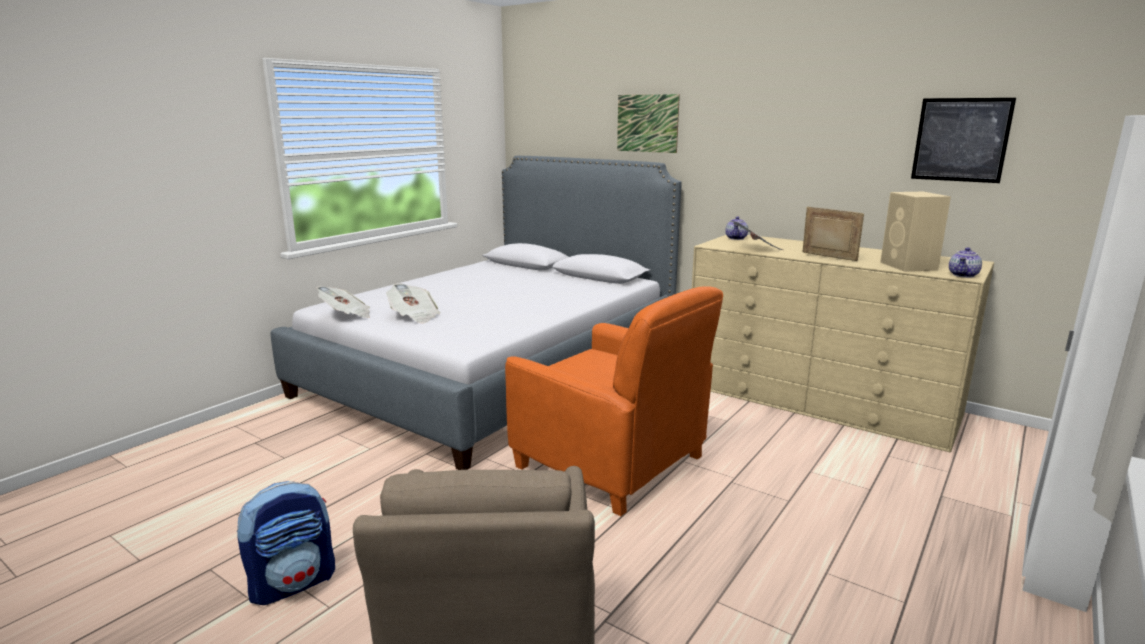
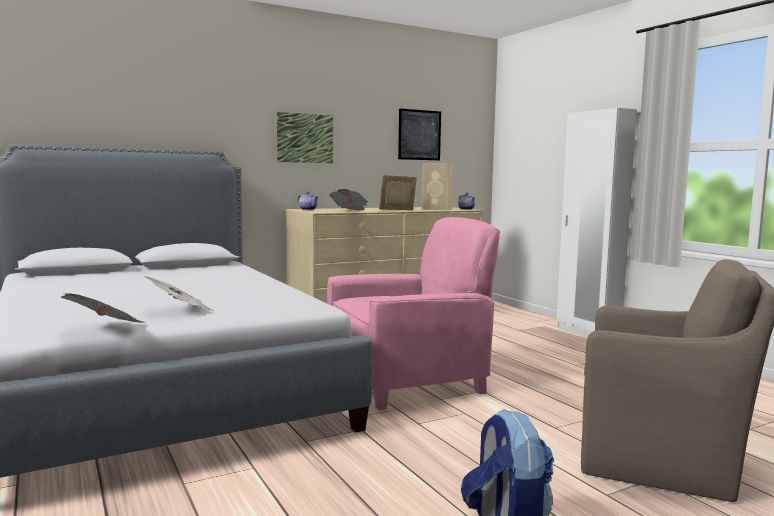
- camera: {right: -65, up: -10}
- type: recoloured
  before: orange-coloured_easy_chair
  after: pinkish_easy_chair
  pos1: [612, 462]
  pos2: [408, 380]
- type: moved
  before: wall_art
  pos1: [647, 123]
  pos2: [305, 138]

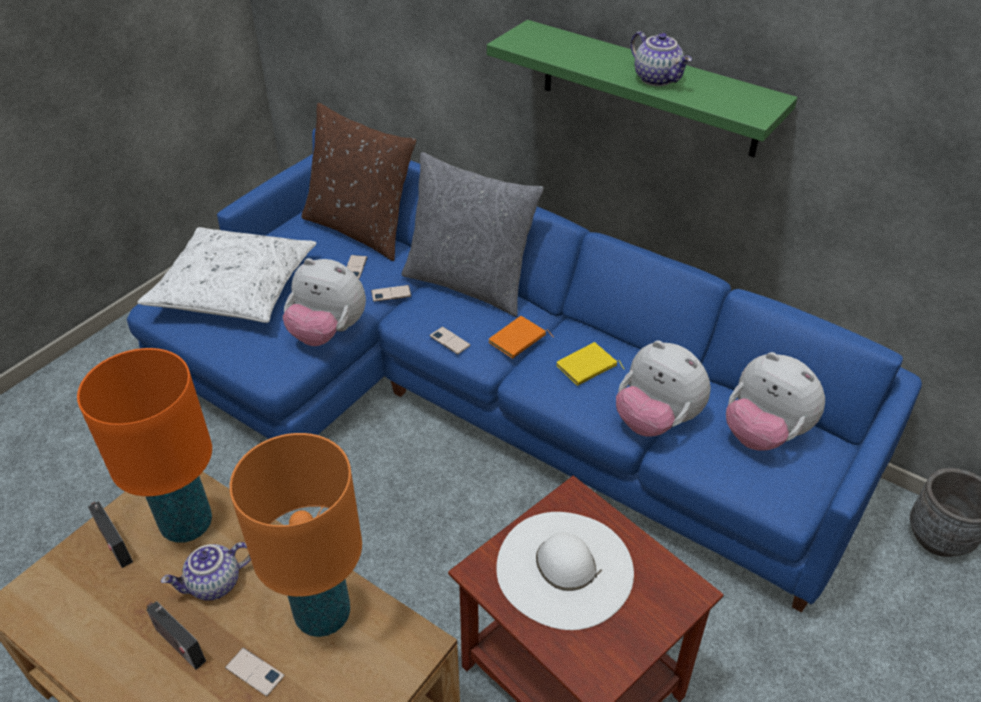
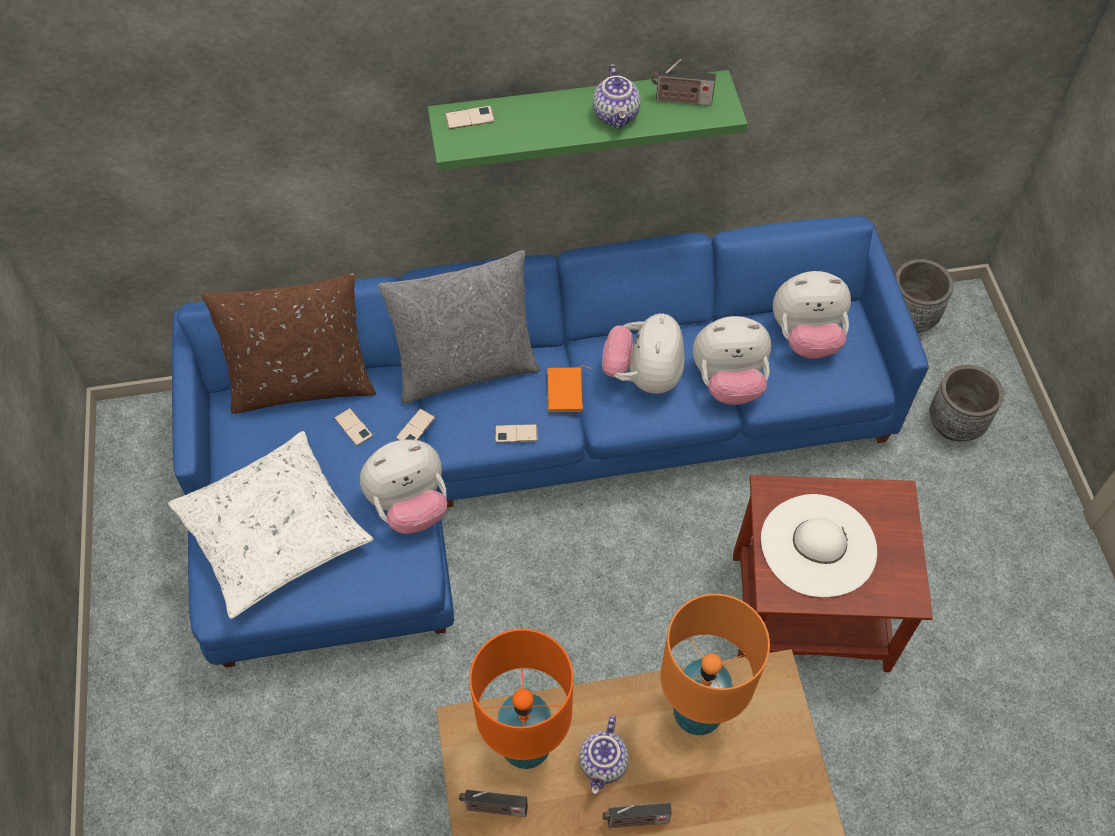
- camera: {right: -45, up: 15}
- type: moved
  before: handset
  pos1: [255, 672]
  pos2: [469, 118]
- type: replaced
  before: yellow-coloured_book
  after: plush_toy
  pos1: [587, 367]
  pos2: [643, 376]
- type: turned
  before: pot_for_tea
  pos1: [658, 79]
  pos2: [617, 115]
  turn: 75
- type: added
  after: radio_receiver
  pos2: [680, 100]
- type: added
  after: grey_plant_pot
  pos2: [955, 424]

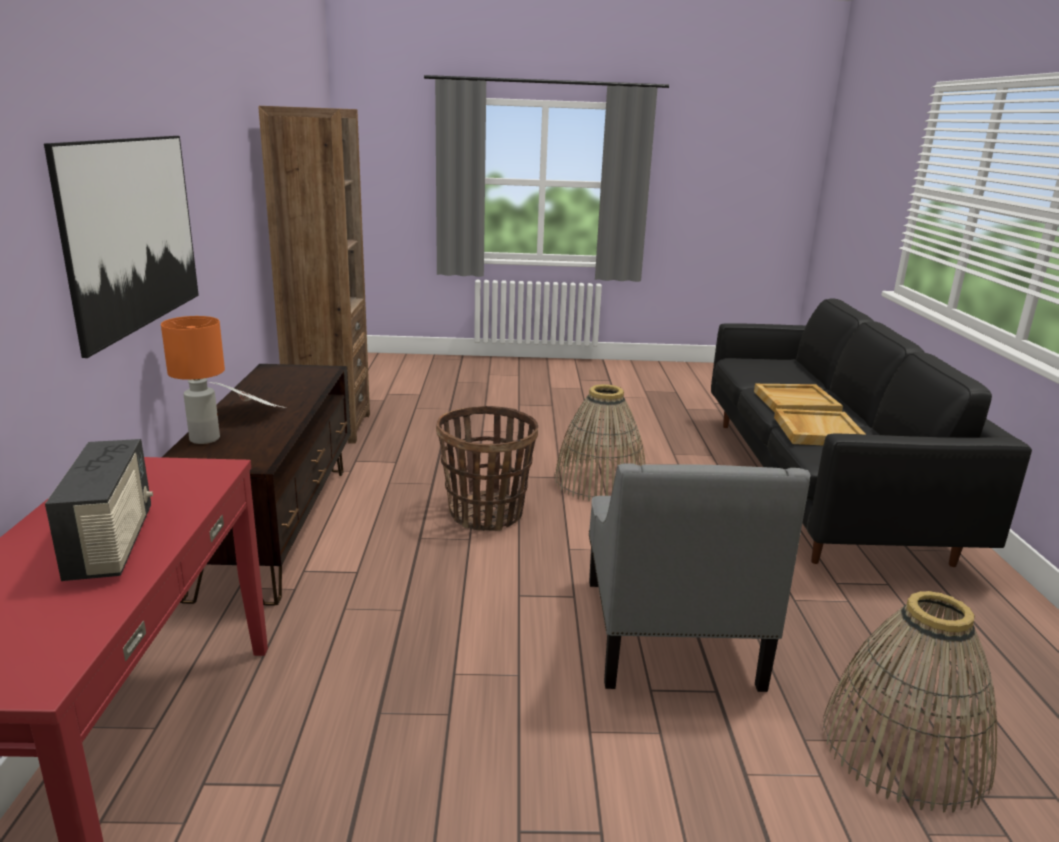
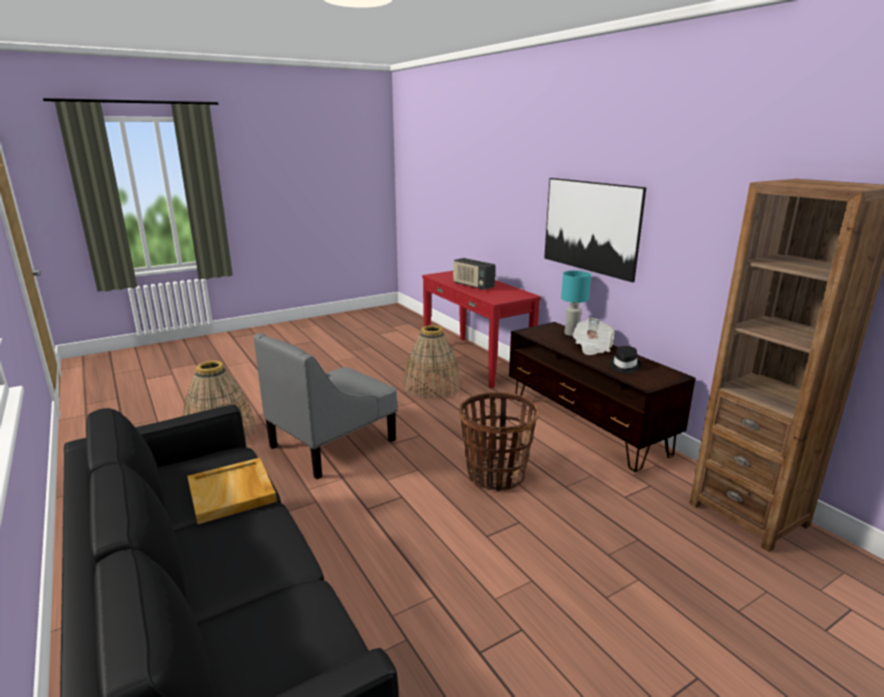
- camera: {right: 150, up: 0}
- type: recoloured
  before: orange-coloured_lamp_for_a_table
  after: turquoise-coloured_lamp_for_a_table
  pos1: [204, 439]
  pos2: [572, 333]
- type: moved
  before: household_basket
  pos1: [599, 482]
  pos2: [432, 386]
- type: turned
  before: grey_easy_chair
  pos1: [668, 631]
  pos2: [333, 443]
  turn: -105
- type: removed
  before: beige-coloured_carrying_tray
  pos1: [796, 402]
- type: added
  after: blackish_wearable_hat
  pos2: [624, 366]

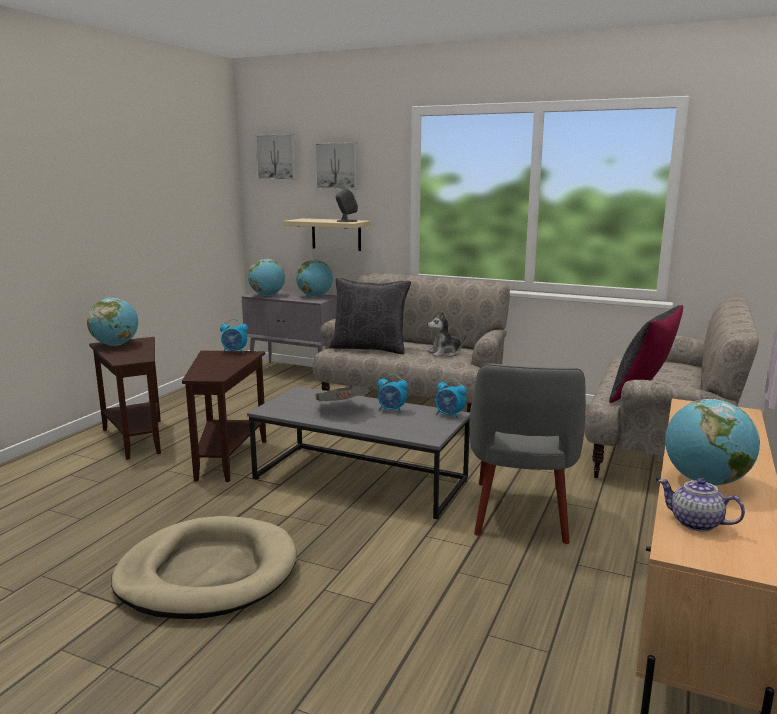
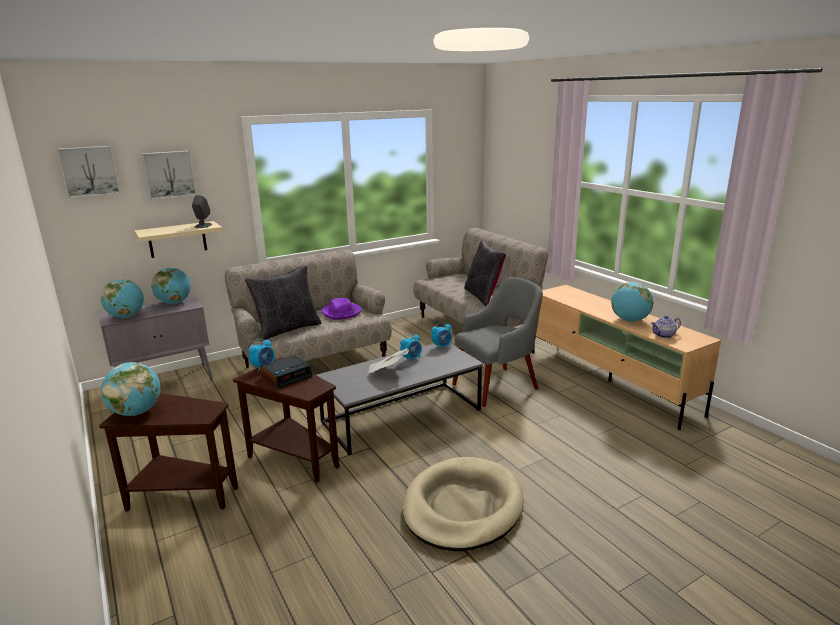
- camera: {right: -55, up: 5}
- type: replaced
  before: plush_toy
  after: purple_wearable_hat
  pos1: [445, 353]
  pos2: [342, 313]
- type: turned
  before: grey_easy_chair
  pos1: [520, 513]
  pos2: [497, 385]
  turn: -75
- type: added
  after: table_clock
  pos2: [286, 376]

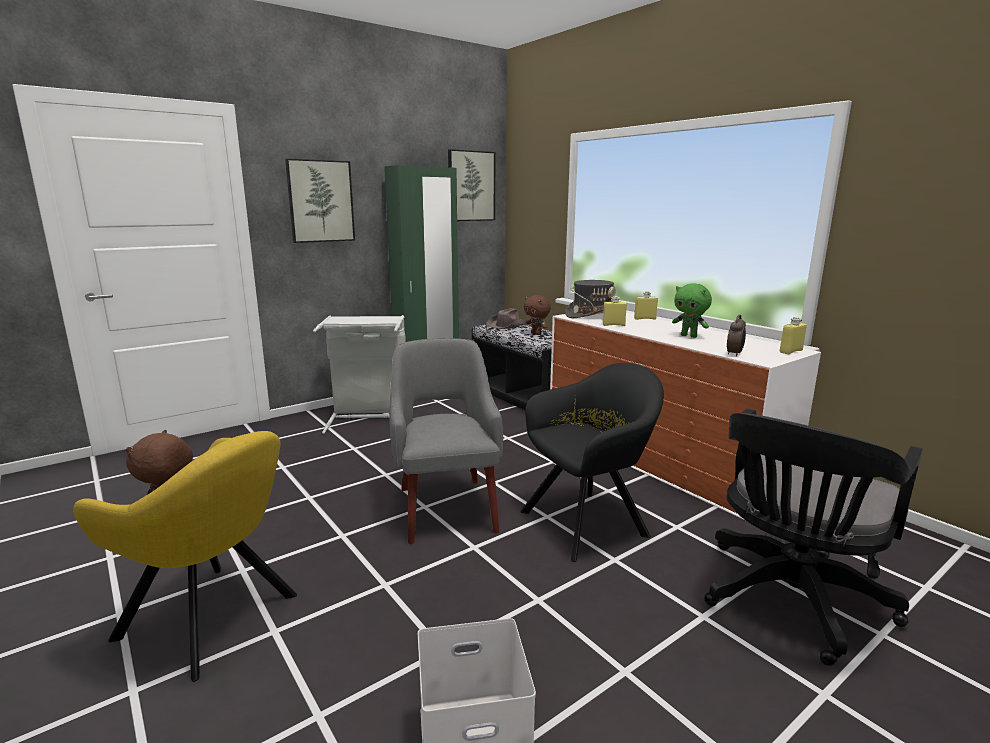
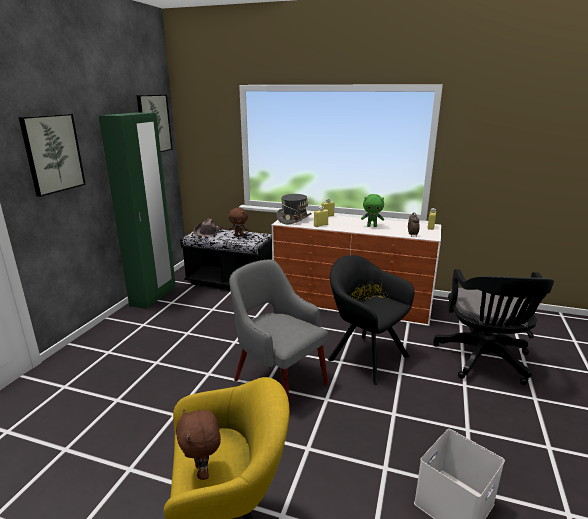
- camera: {right: -35, up: 5}
- type: removed
  before: grey_laundry_basket
  pos1: [369, 418]
- type: turned
  before: blackish_easy_chair
  pos1: [589, 522]
  pos2: [364, 356]
  turn: -75

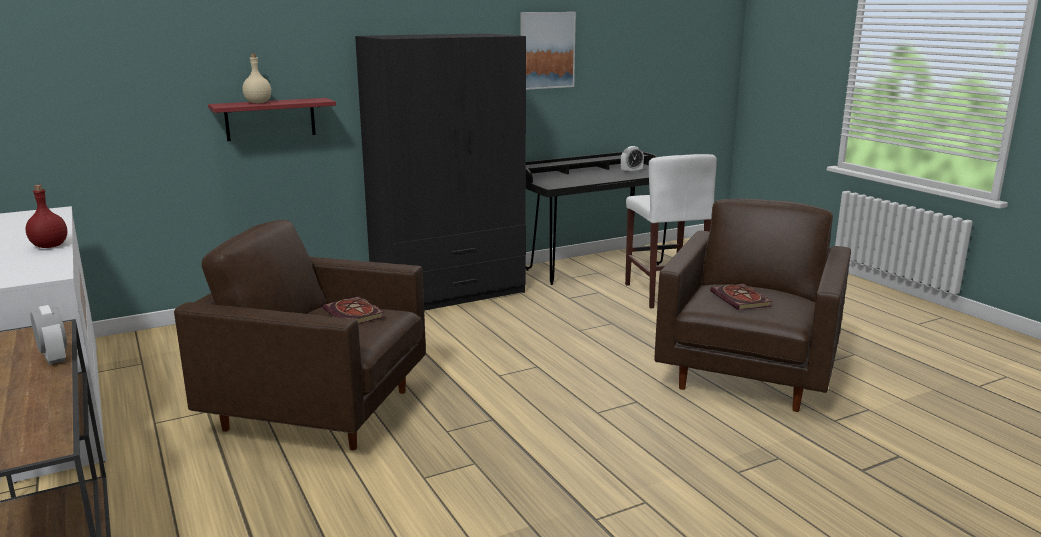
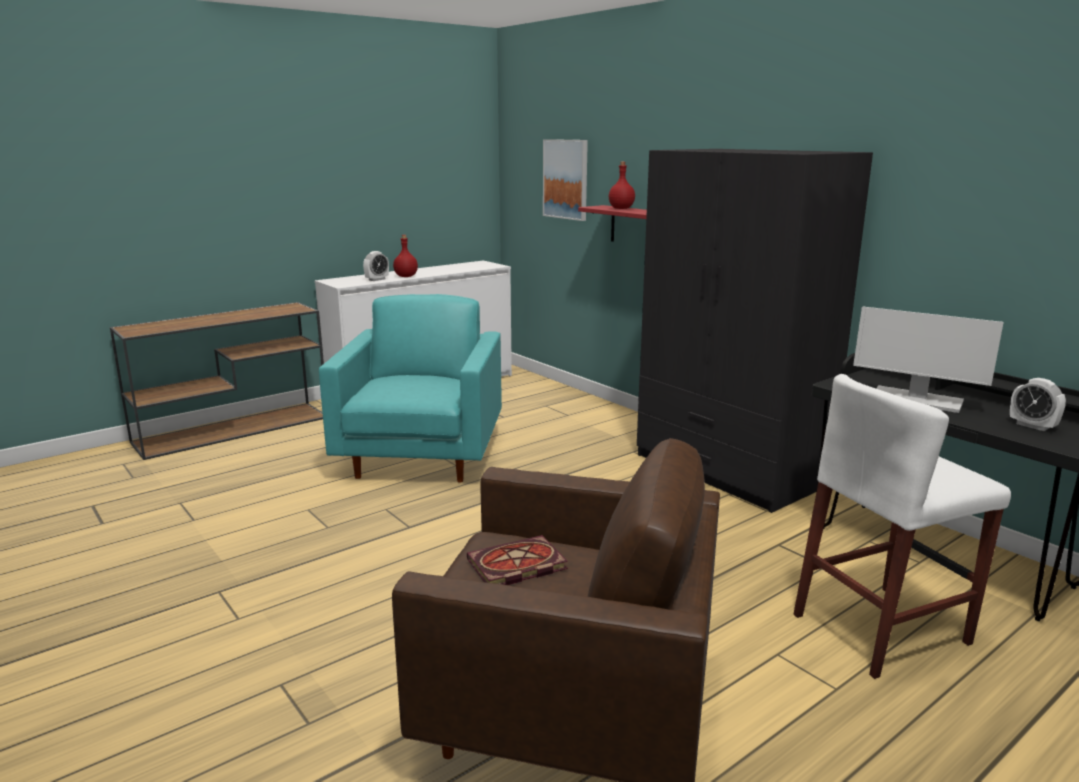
- camera: {right: 80, up: 0}
- type: moved
  before: table_clock
  pos1: [54, 358]
  pos2: [377, 279]
- type: recoloured
  before: brownish_easy_chair
  after: turquoise-coloured_easy_chair
  pos1: [320, 410]
  pos2: [422, 457]
- type: recoloured
  before: beige-coloured_drink_bottle
  after: reddish_drink_bottle
  pos1: [258, 102]
  pos2: [621, 208]
- type: removed
  before: book
  pos1: [355, 314]
- type: moved
  before: wall_art
  pos1: [546, 50]
  pos2: [566, 179]
- type: added
  after: monitor
  pos2: [915, 400]

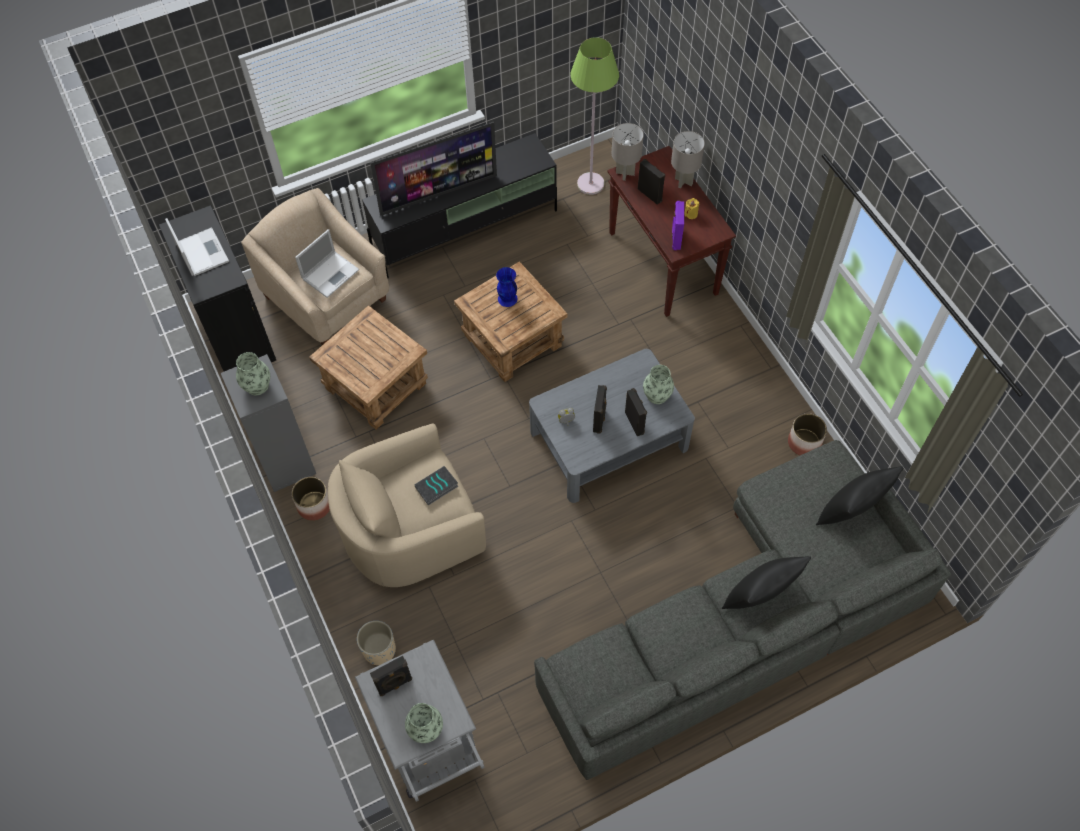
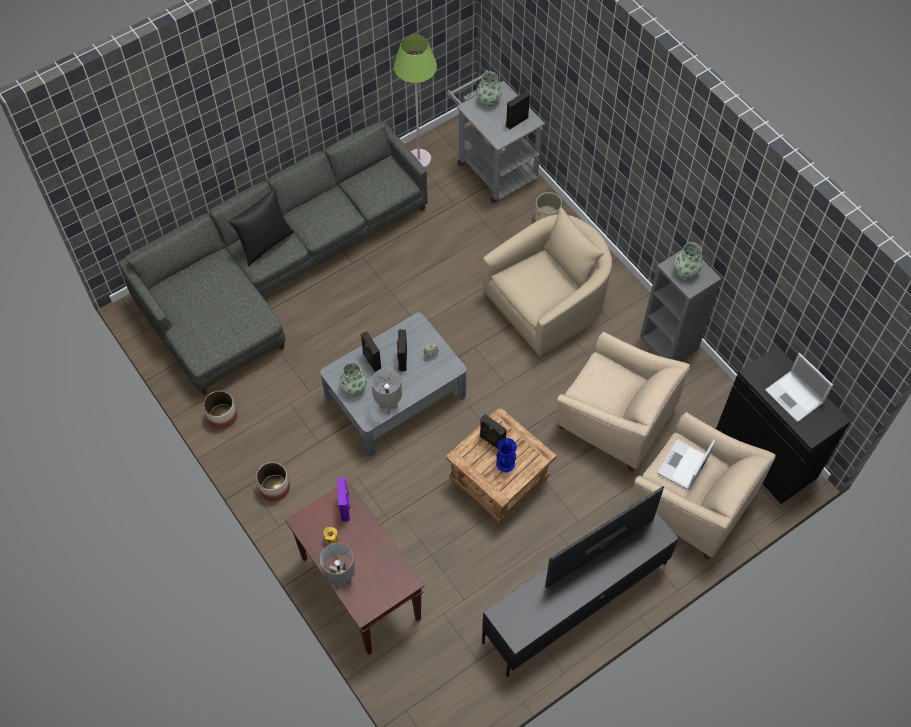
- camera: {right: 170, up: 0}
- type: moved
  before: plant_pot
  pos1: [315, 505]
  pos2: [274, 487]
- type: replaced
  before: brownish_accent_table
  after: beige-coloured_easy_chair
  pos1: [376, 385]
  pos2: [615, 419]
- type: removed
  before: book
  pos1: [436, 488]
- type: moved
  before: greenish_standing_lamp
  pos1: [590, 184]
  pos2: [419, 159]
- type: moved
  before: grey_lamp_for_a_table
  pos1: [625, 173]
  pos2: [389, 407]
- type: moved
  before: blackish_audio_speaker
  pos1: [650, 194]
  pos2: [491, 442]
- type: removed
  before: blackish_pillow
  pos1: [851, 511]

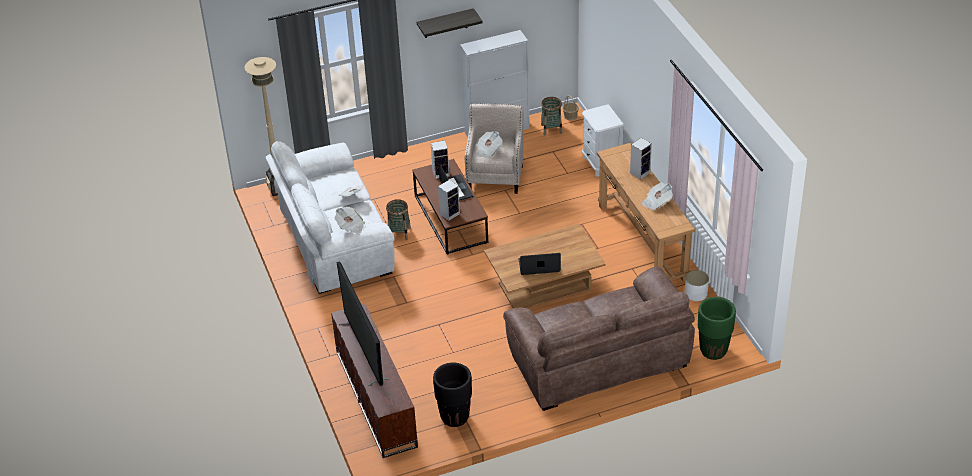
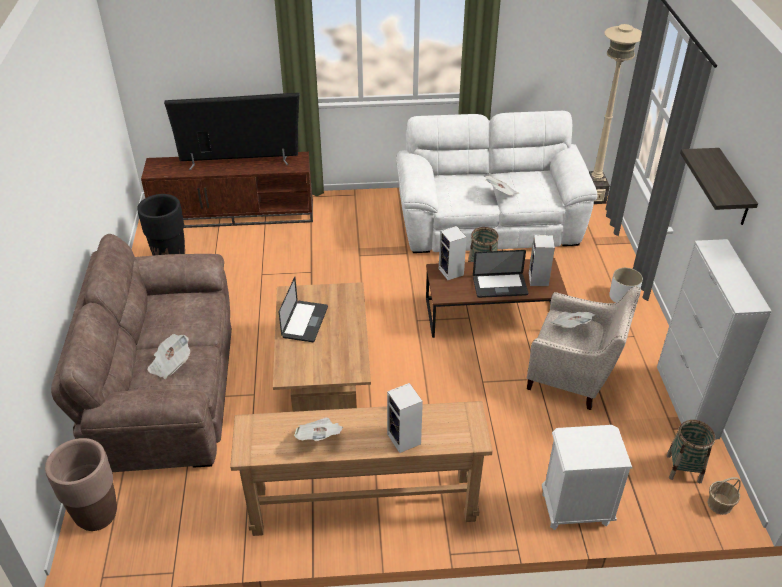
- camera: {right: 105, up: 0}
- type: moved
  before: daily_paper
  pos1: [350, 227]
  pos2: [170, 364]
- type: moved
  before: white-coloured_plant_pot
  pos1: [696, 293]
  pos2: [623, 296]
- type: recoloured
  before: greenish_plant_pot
  after: brownish_plant_pot
  pos1: [713, 351]
  pos2: [96, 515]

